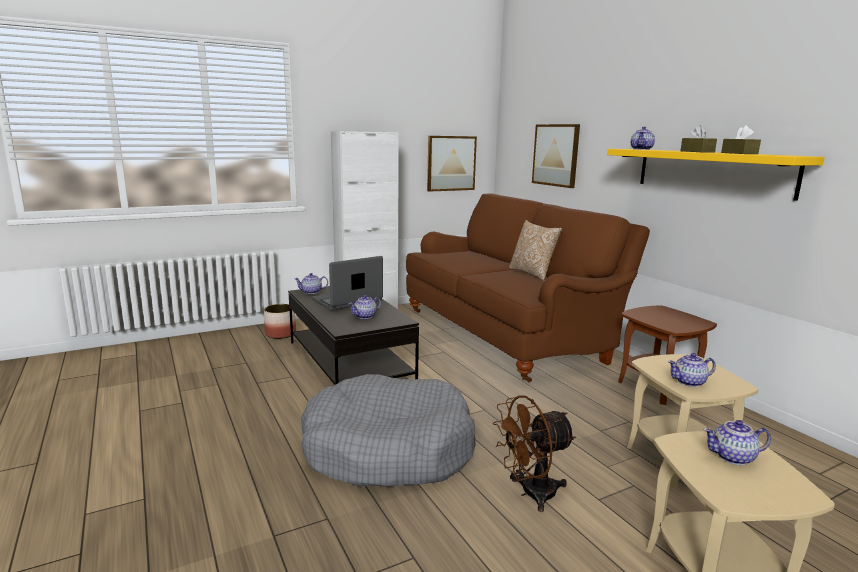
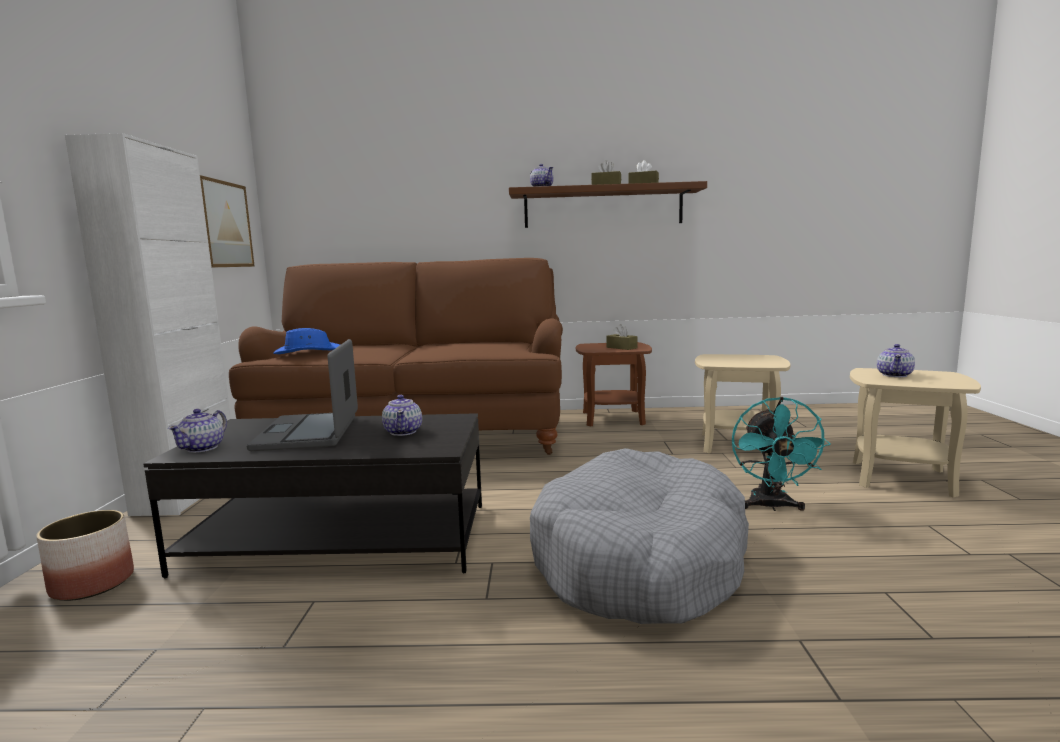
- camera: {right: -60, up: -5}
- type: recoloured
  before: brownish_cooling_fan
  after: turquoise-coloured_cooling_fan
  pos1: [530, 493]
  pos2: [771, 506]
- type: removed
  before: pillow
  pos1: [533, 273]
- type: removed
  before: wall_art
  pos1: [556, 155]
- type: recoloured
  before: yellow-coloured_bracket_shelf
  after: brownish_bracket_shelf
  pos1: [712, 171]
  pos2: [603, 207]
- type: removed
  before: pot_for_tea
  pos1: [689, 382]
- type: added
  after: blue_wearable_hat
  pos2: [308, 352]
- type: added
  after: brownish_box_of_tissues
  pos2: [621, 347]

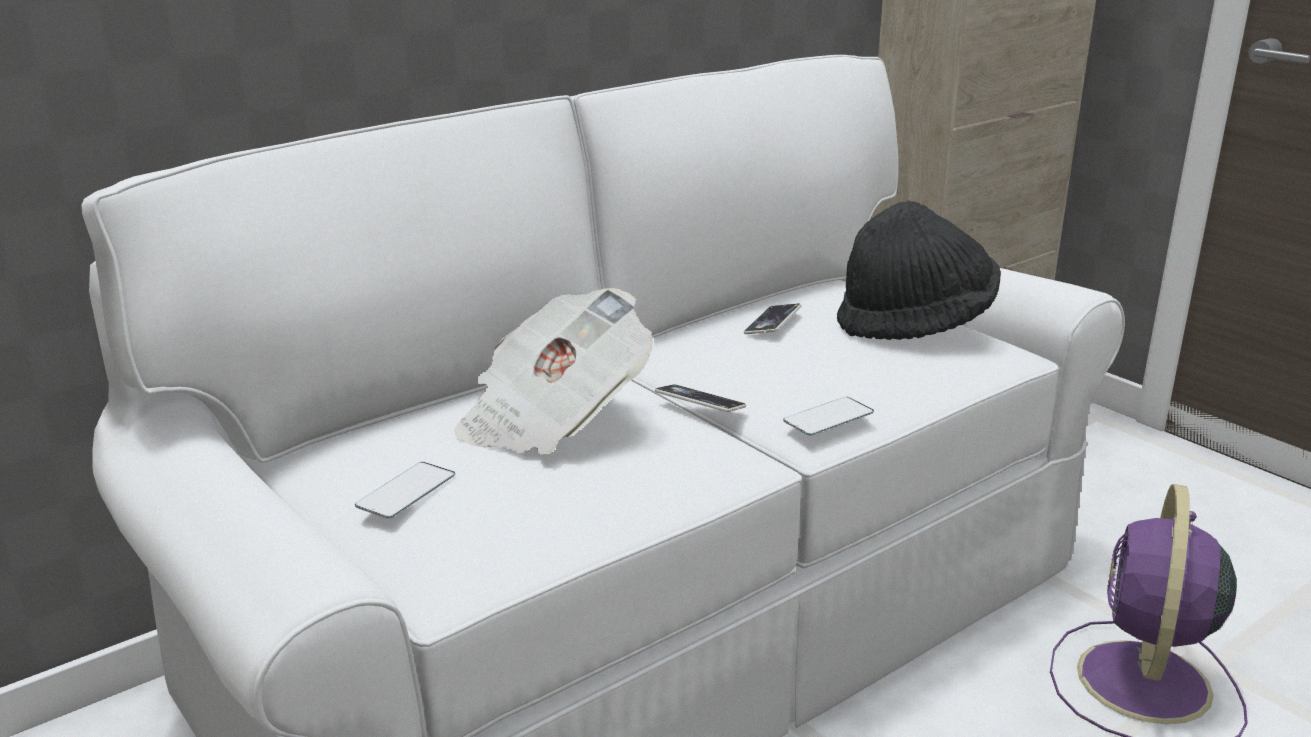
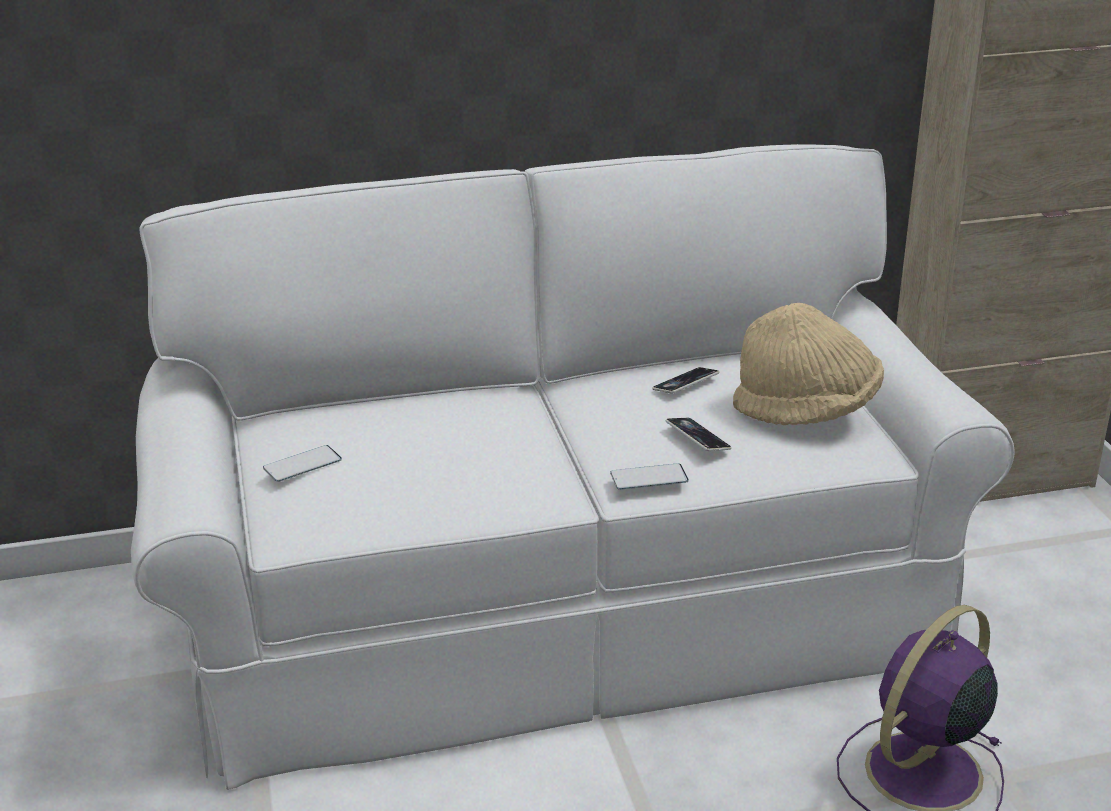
- camera: {right: 25, up: 5}
- type: removed
  before: daily_paper
  pos1: [552, 419]
- type: moved
  before: handset
  pos1: [700, 403]
  pos2: [697, 438]
- type: recoloured
  before: blackish_wearable_hat
  after: beige-coloured_wearable_hat
  pos1: [915, 324]
  pos2: [806, 410]

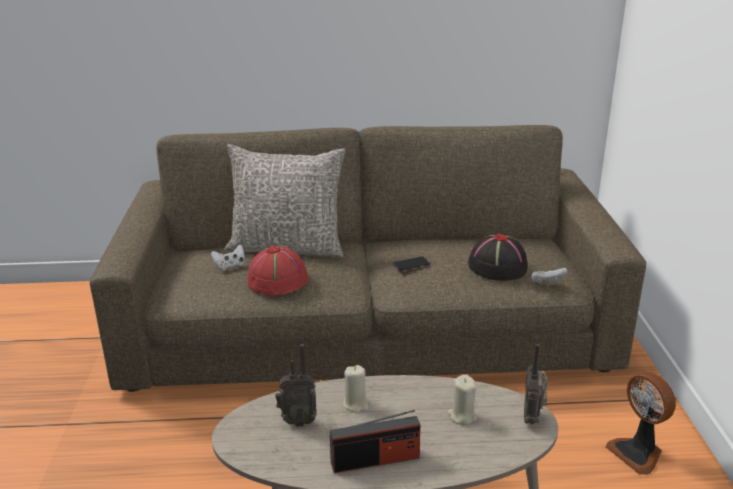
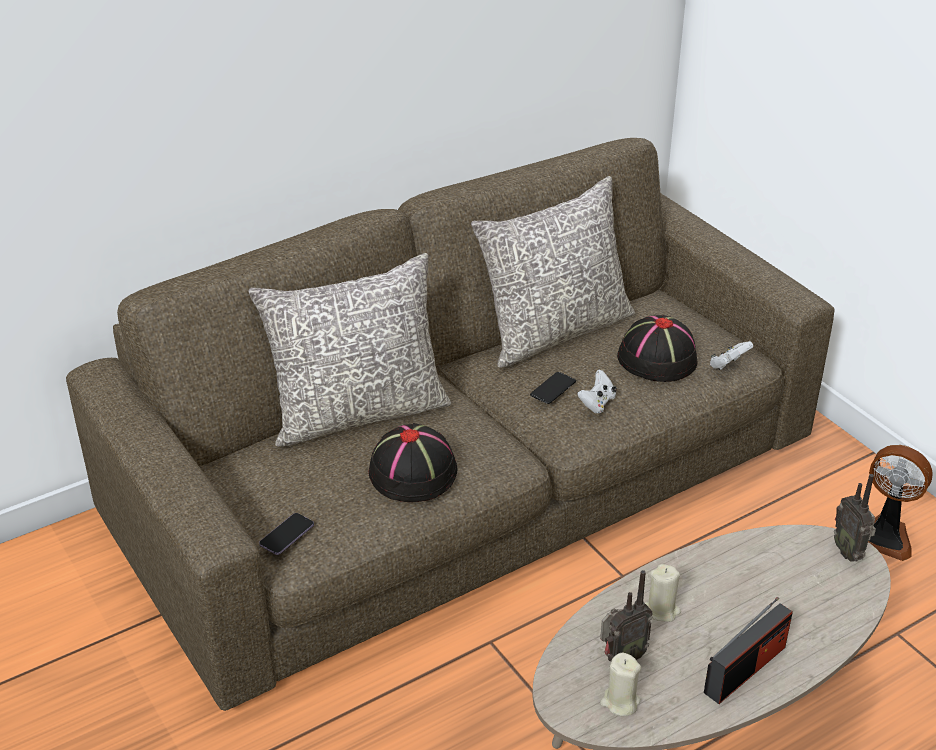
- camera: {right: -30, up: 10}
- type: moved
  before: white-coloured_joypad
  pos1: [230, 266]
  pos2: [597, 403]
- type: recoloured
  before: reddish_wearable_hat
  after: blackish_wearable_hat
  pos1: [278, 280]
  pos2: [413, 472]
- type: moved
  before: beige-coloured_wax_candle
  pos1: [462, 416]
  pos2: [620, 702]
- type: added
  after: handset
  pos2: [287, 535]
- type: added
  after: grey_pillow
  pos2: [554, 331]

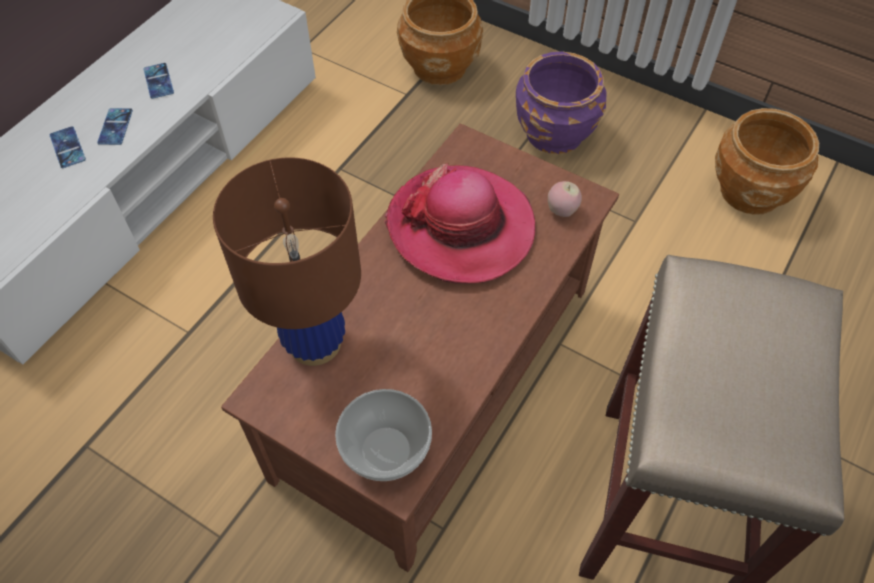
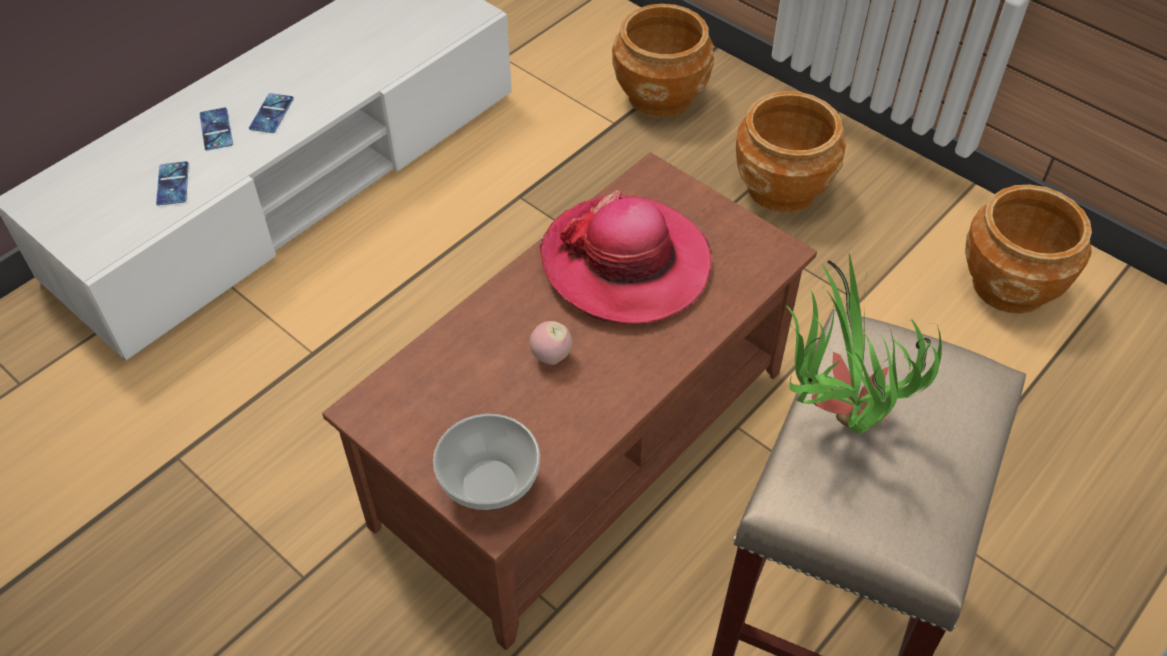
- camera: {right: 10, up: -5}
- type: moved
  before: handset
  pos1: [158, 81]
  pos2: [173, 184]
- type: removed
  before: brownish_lamp_for_a_table
  pos1: [315, 343]
- type: recoloured
  before: purple_plant_pot
  after: brownish_plant_pot
  pos1: [554, 133]
  pos2: [781, 188]
- type: moved
  before: apple_fruit
  pos1: [562, 211]
  pos2: [551, 356]
- type: added
  after: houseplant
  pos2: [832, 418]

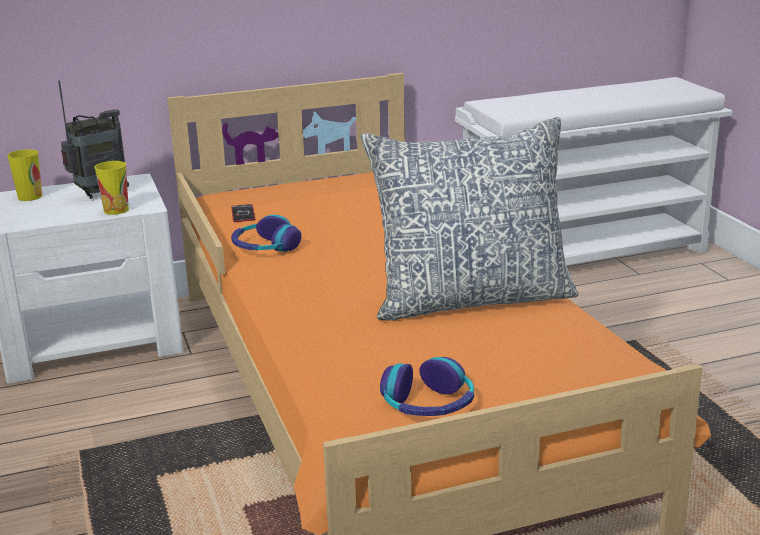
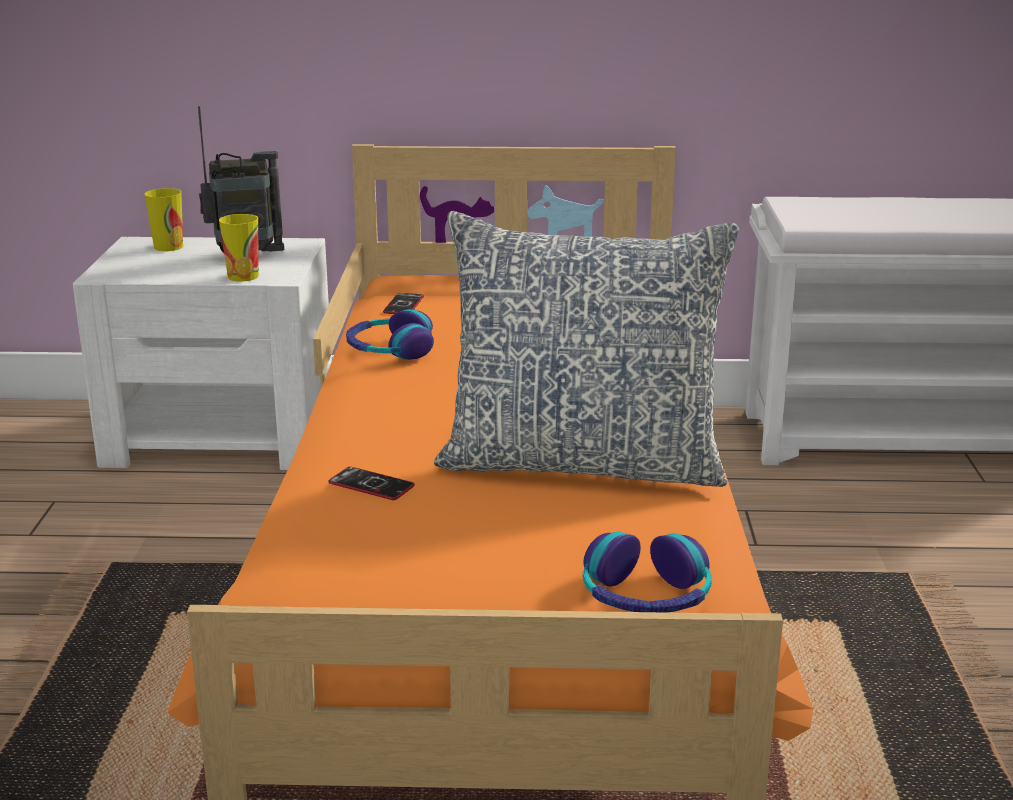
- camera: {right: 20, up: 0}
- type: moved
  before: pair_of_headphones
  pos1: [428, 404]
  pos2: [646, 596]
- type: added
  after: handset
  pos2: [371, 485]

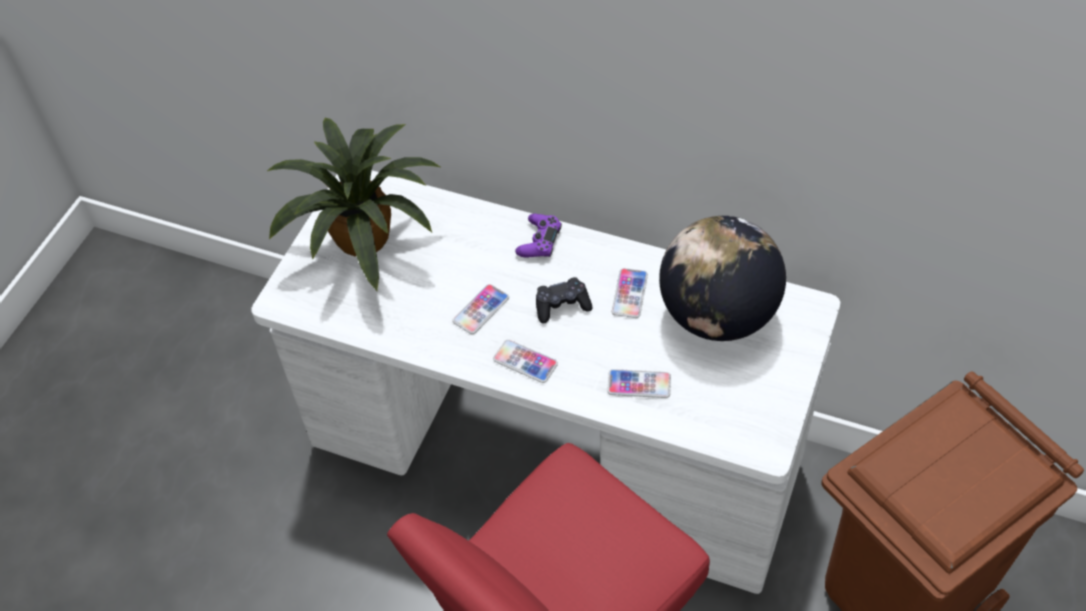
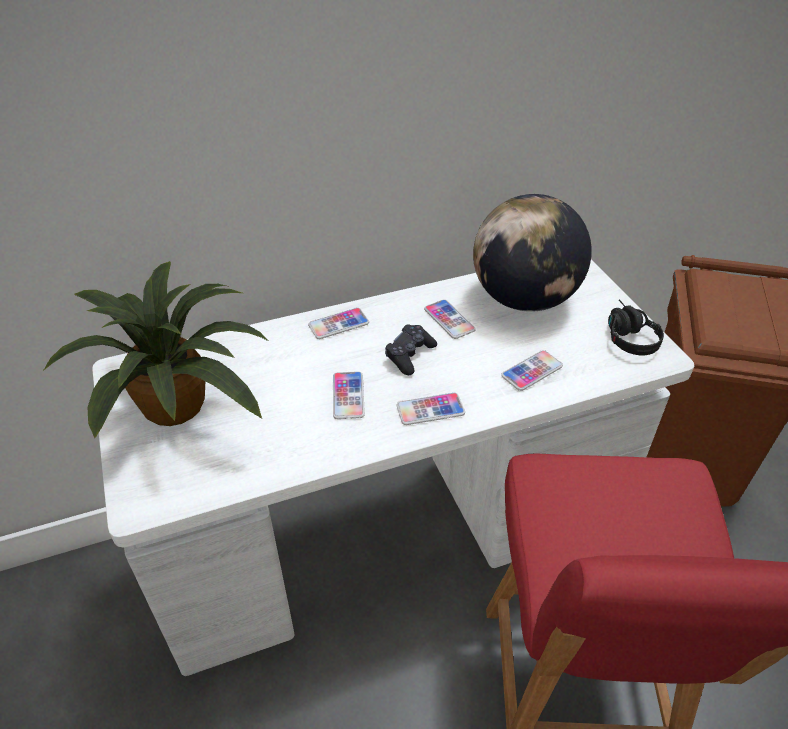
- camera: {right: -45, up: -10}
- type: replaced
  before: purple_joypad
  after: handset
  pos1: [539, 241]
  pos2: [338, 324]
- type: added
  after: blackish_pair_of_headphones
  pos2: [626, 335]

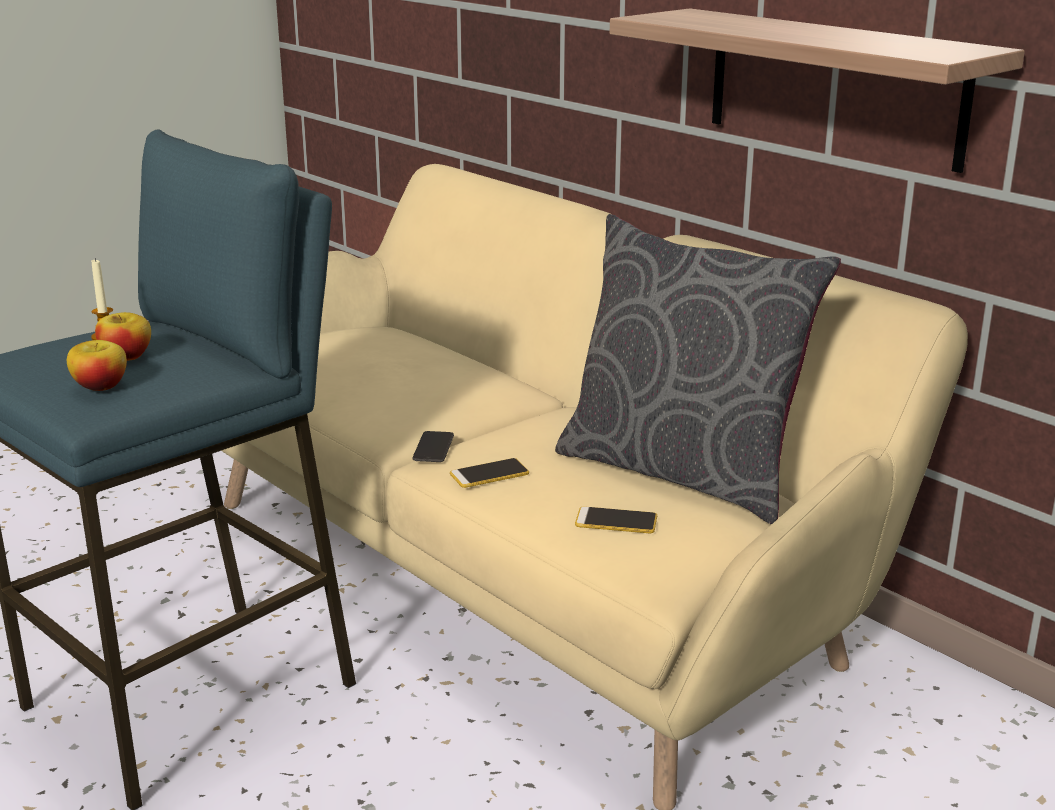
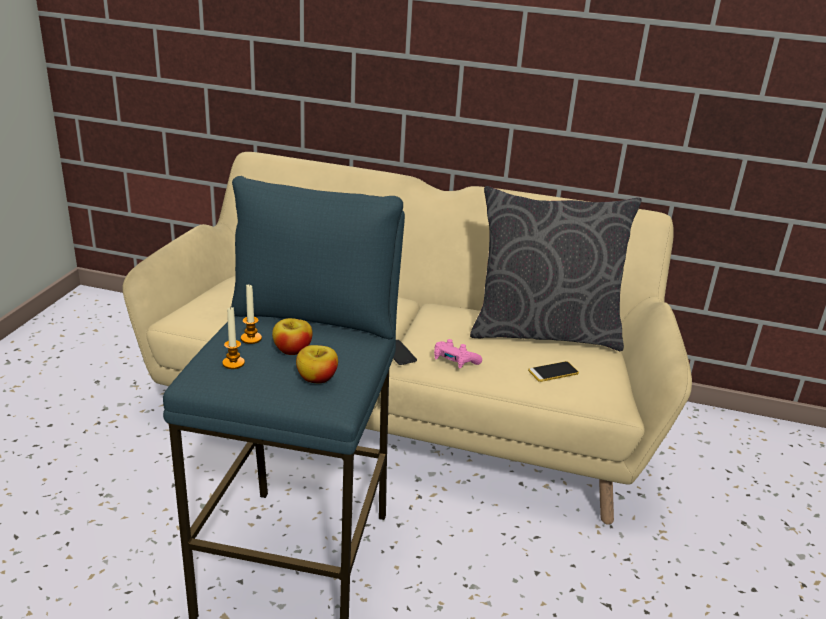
- camera: {right: -35, up: 5}
- type: replaced
  before: handset
  after: pinkish_joypad
  pos1: [489, 474]
  pos2: [454, 362]
- type: removed
  before: bracket_shelf
  pos1: [834, 87]
- type: added
  after: wax_candle
  pos2: [233, 363]

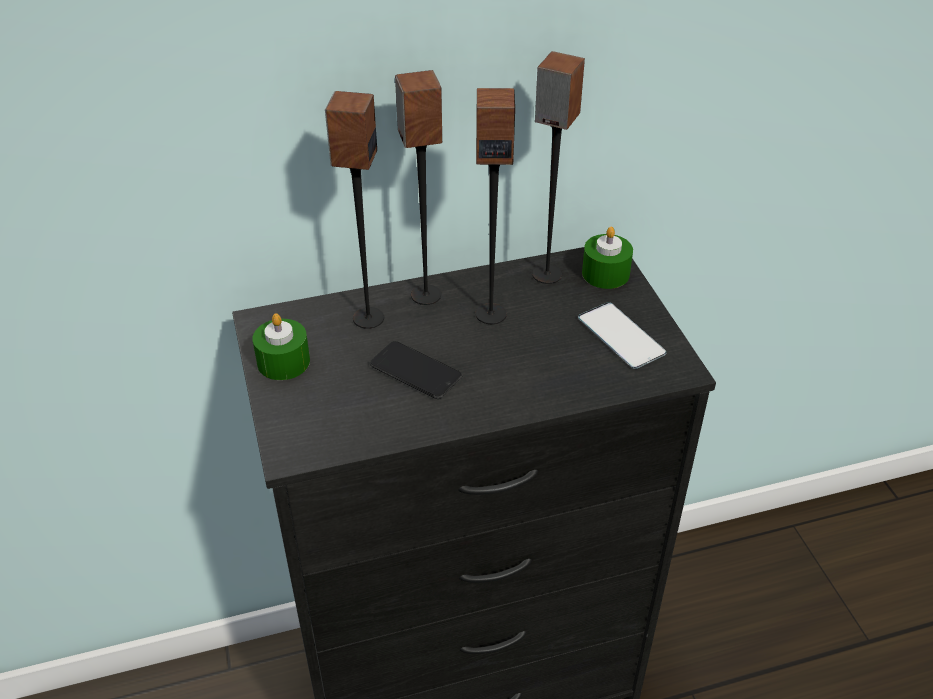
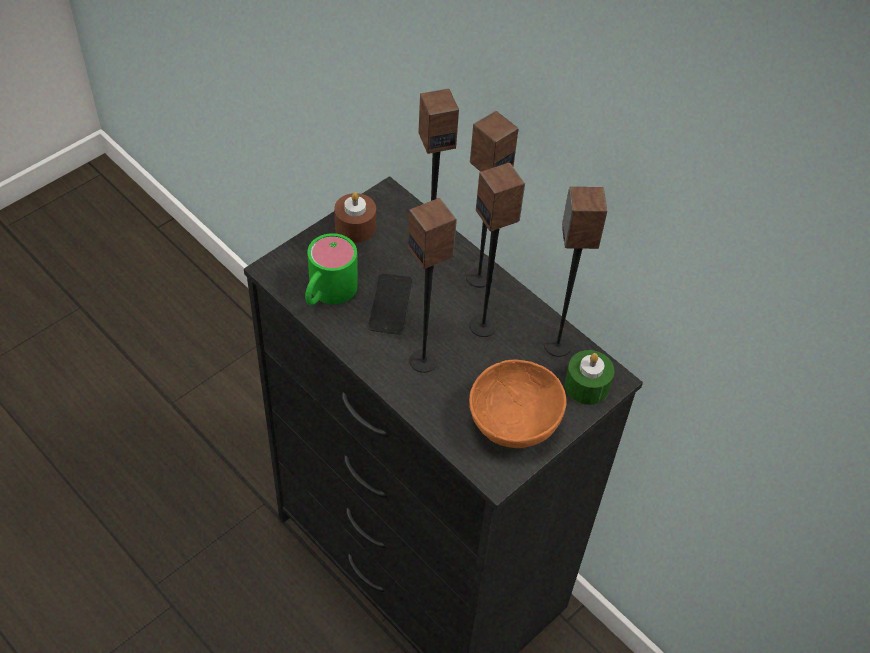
- camera: {right: 60, up: 10}
- type: recoloured
  before: greenish_wax_candle
  after: brownish_wax_candle
  pos1: [283, 361]
  pos2: [355, 227]
- type: replaced
  before: handset
  after: orange-coloured_deep_dish
  pos1: [621, 336]
  pos2: [512, 421]
- type: added
  after: greenish_tea_mug
  pos2: [327, 293]
- type: added
  after: audio_speaker
  pos2: [424, 361]

